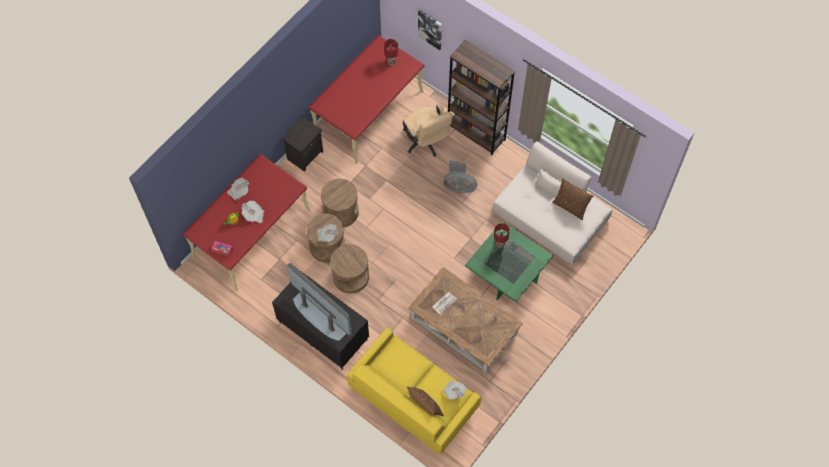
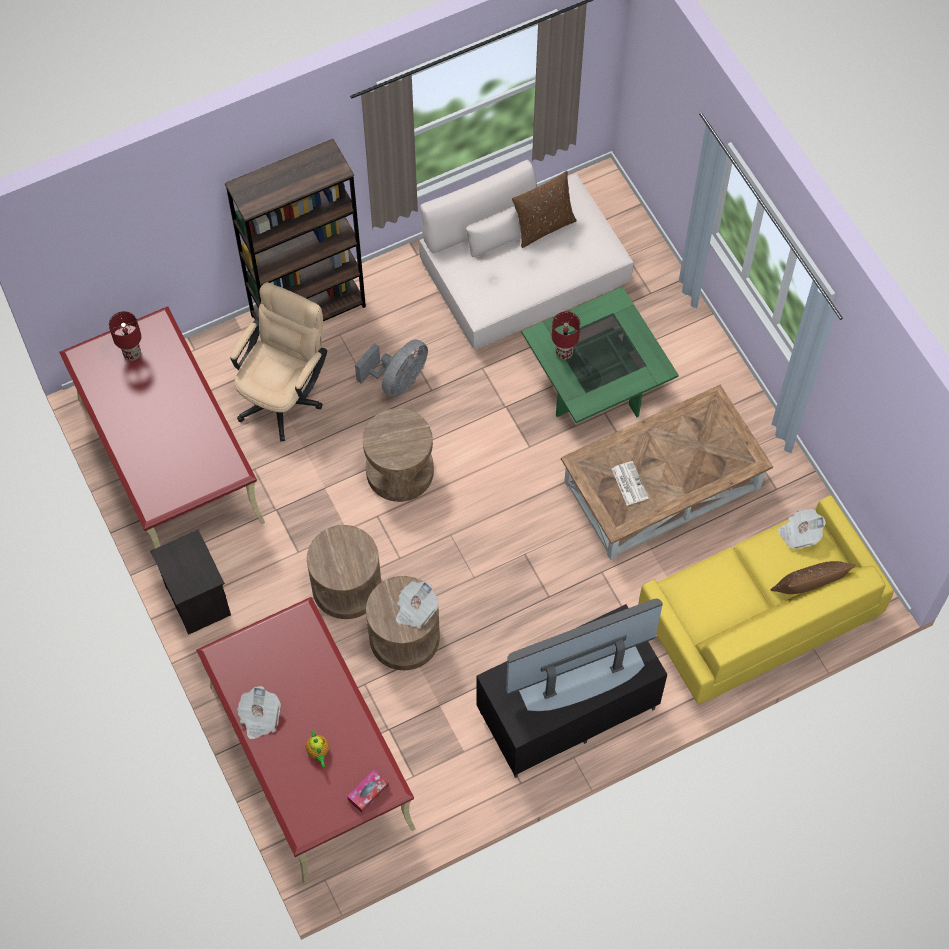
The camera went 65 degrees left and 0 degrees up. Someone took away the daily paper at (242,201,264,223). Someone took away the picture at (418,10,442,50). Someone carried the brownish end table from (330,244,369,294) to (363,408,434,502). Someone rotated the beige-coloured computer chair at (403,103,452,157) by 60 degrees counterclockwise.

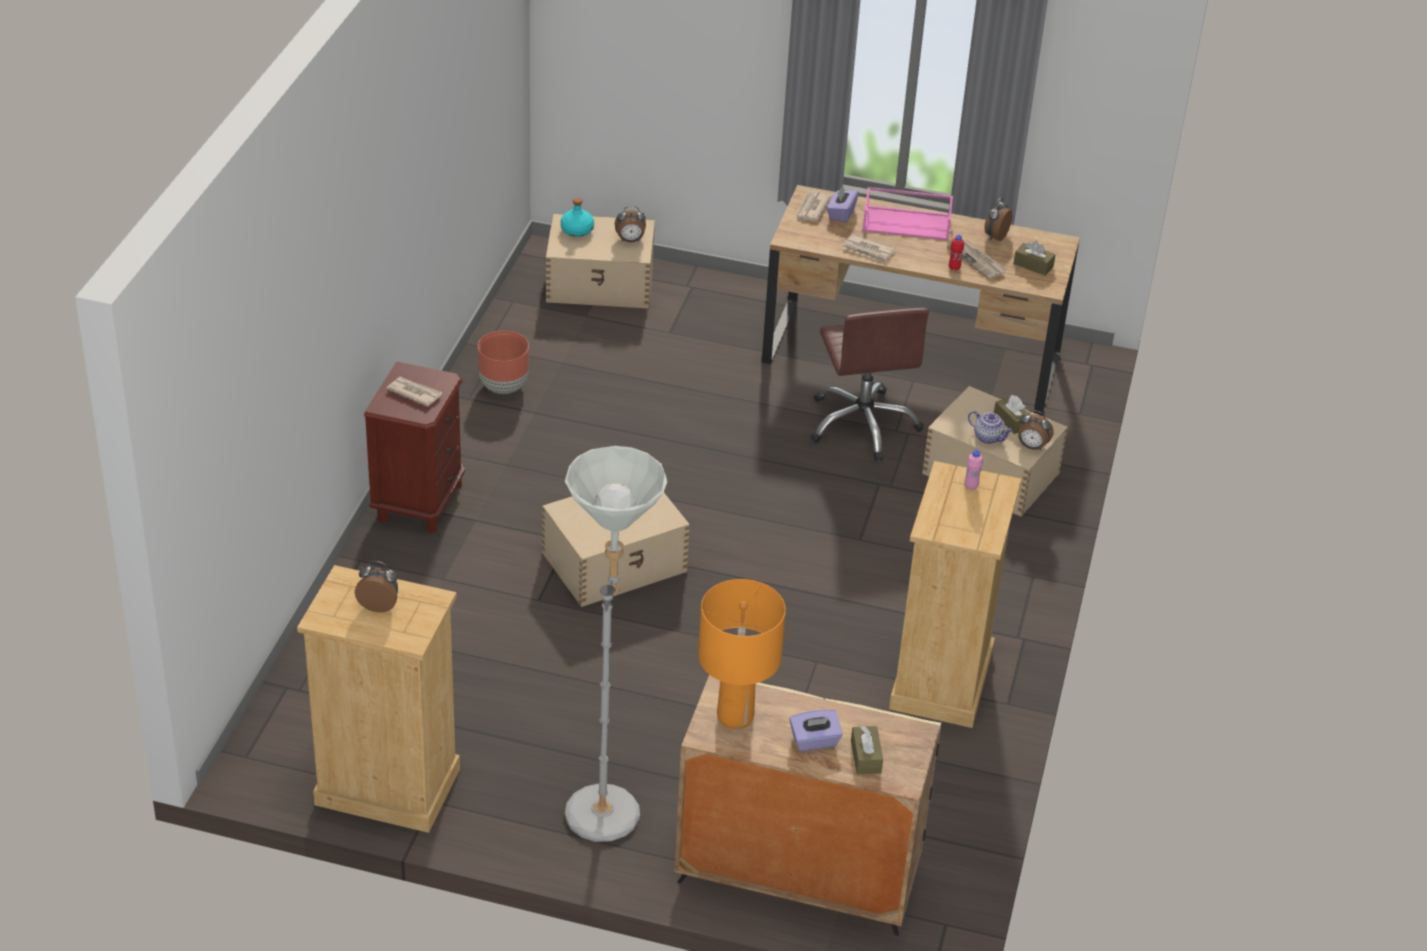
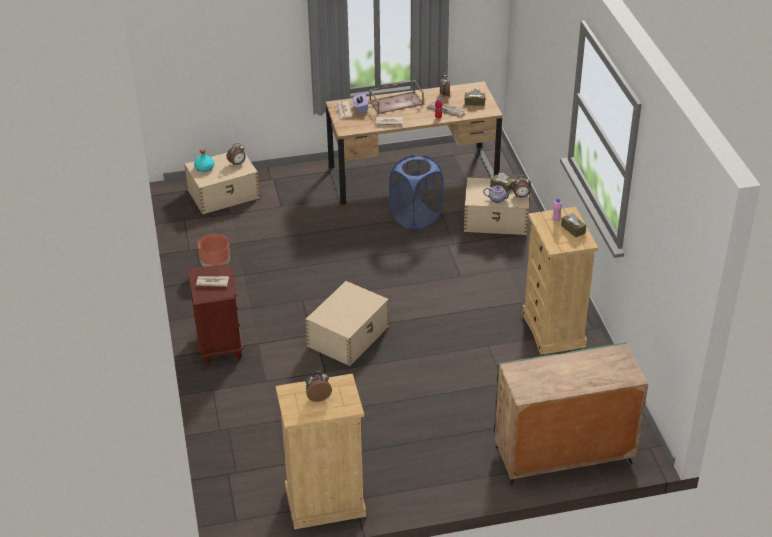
The camera went 25 degrees left and 0 degrees up. Someone took away the greyish standard lamp at (565,446,667,842). Someone took away the orange tabletop lamp at (698,579,786,729). Someone took away the purple-coloured box of tissues at (789,709,843,751). Someone carried the brownish box of tissues from (851,726,883,774) to (561,213,586,237). Someone swapped the brownish computer chair at (811,308,929,461) for the blue laundry basket at (389,156,444,230). Someone repainted the beige-coloured cabinet at (674,675,941,936), which became the greenish cabinet at (494,342,648,485). Someone repainted the pinkish serving tray at (862,187,953,240), which became the brownish serving tray at (369,80,424,114).

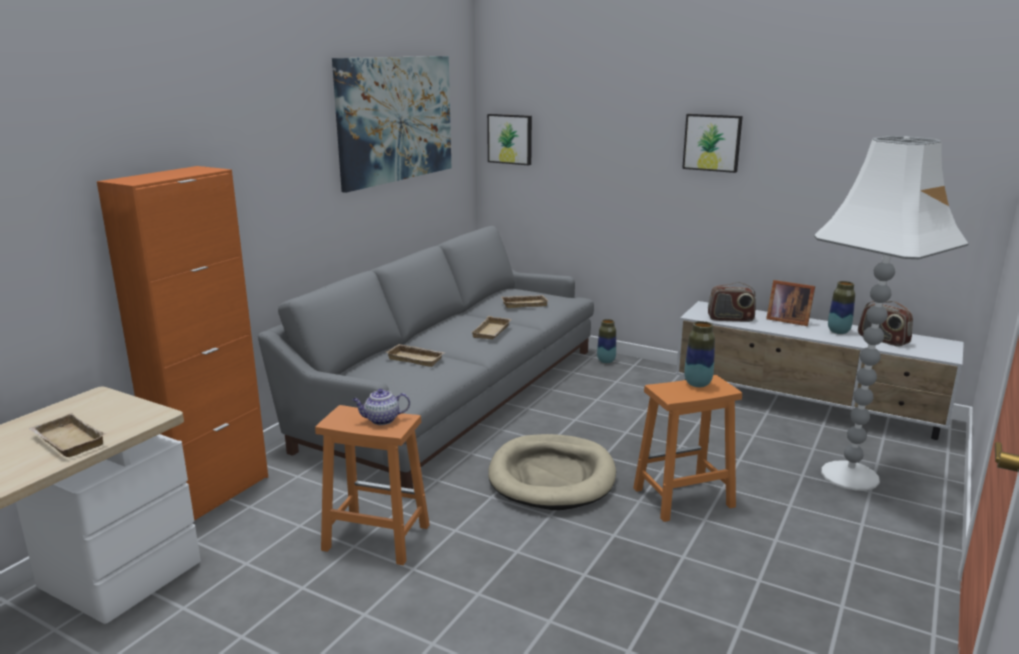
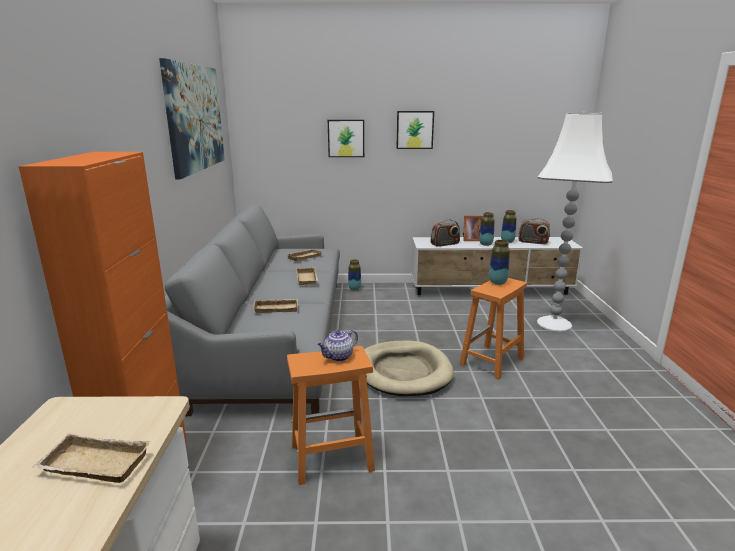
The camera went 30 degrees left and 0 degrees up. Someone put down the decorative vase at (479,212,494,246). Someone carried the picture from (487,114,532,165) to (328,120,364,157).

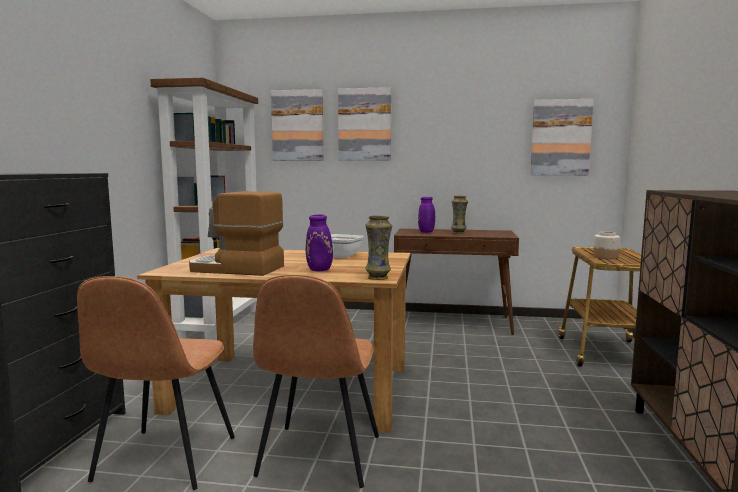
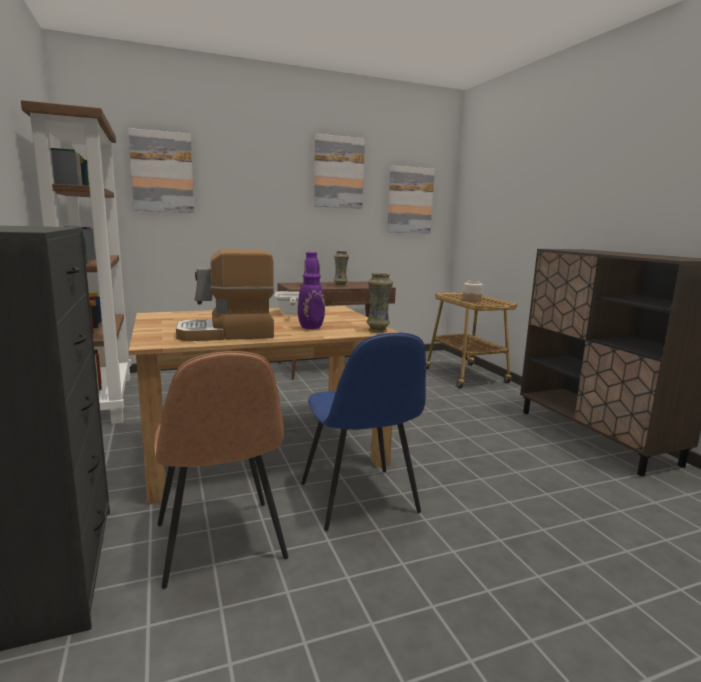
The camera went 30 degrees left and 5 degrees up. Someone carried the picture from (338,87,391,161) to (314,134,365,209). Someone repainted the brownish upright chair at (253,275,379,488), which became the blue upright chair at (301,333,426,531).

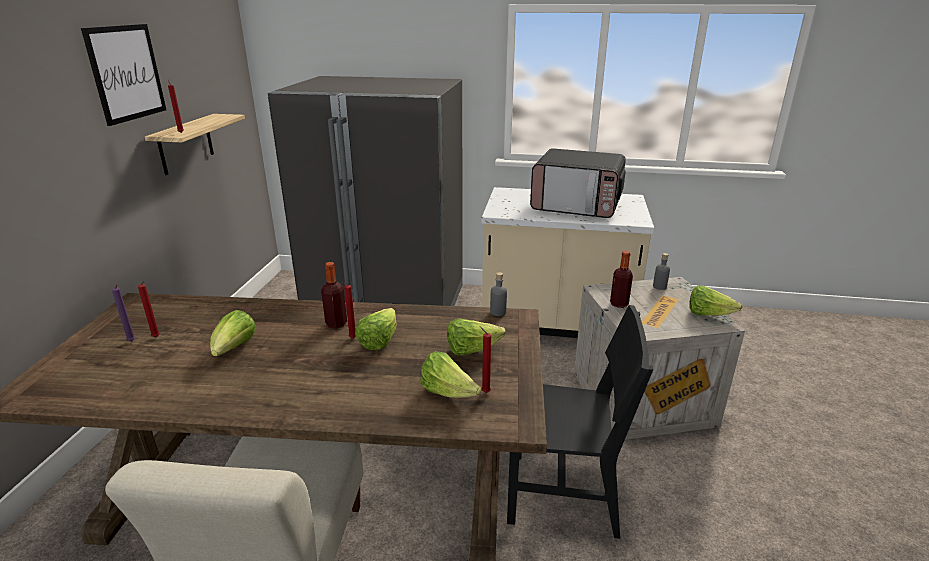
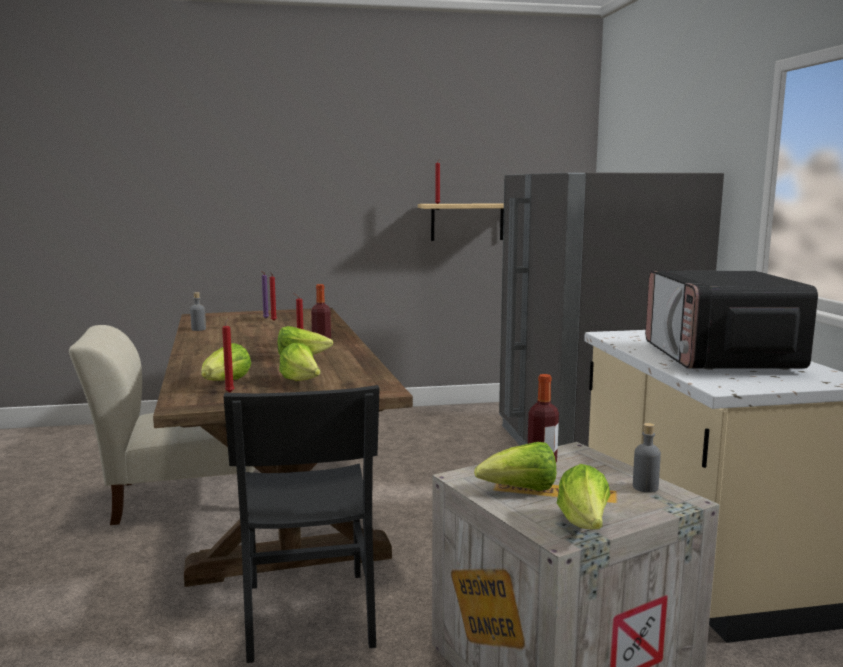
The camera went 70 degrees right and 15 degrees down. Someone took away the picture at (81,24,166,126). Someone carried the lettuce from (210,310,256,356) to (474,442,556,491). Someone carried the greyish beverage bottle from (490,272,507,316) to (190,292,206,331).

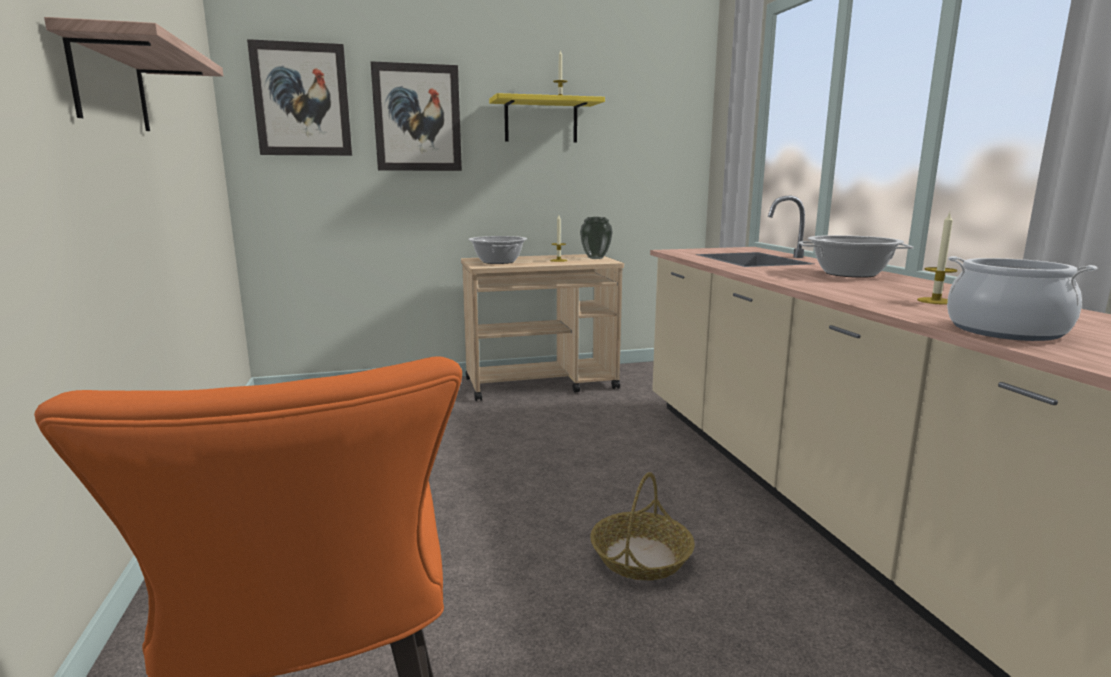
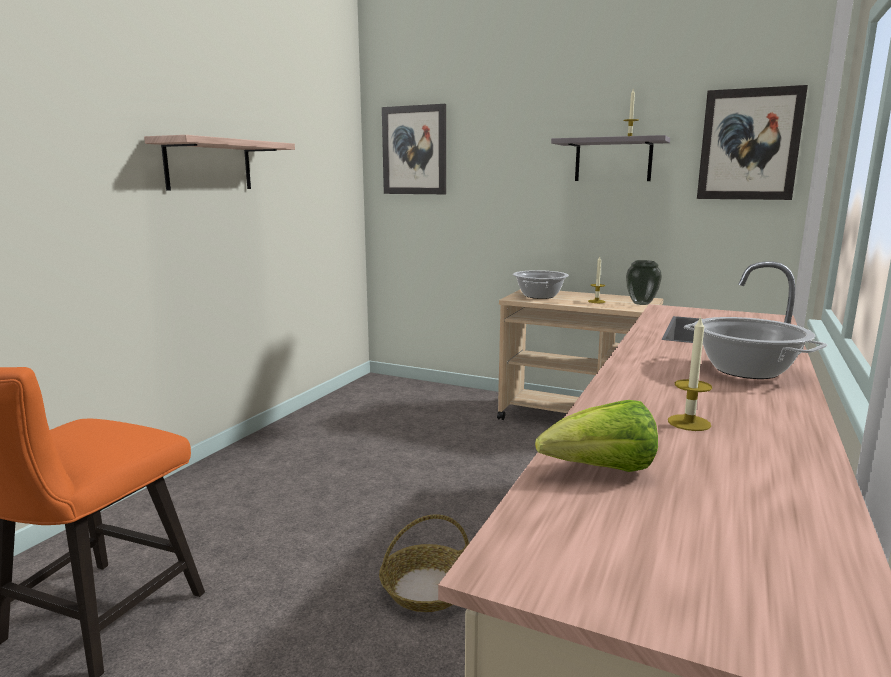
The camera went 40 degrees right and 0 degrees up. Someone carried the picture from (371,61,462,171) to (697,85,808,200). Someone swapped the cooking pot at (947,256,1097,341) for the lettuce at (535,400,658,472). Someone repainted the yellowish shelf at (489,93,605,143), which became the greyish shelf at (551,135,670,181).

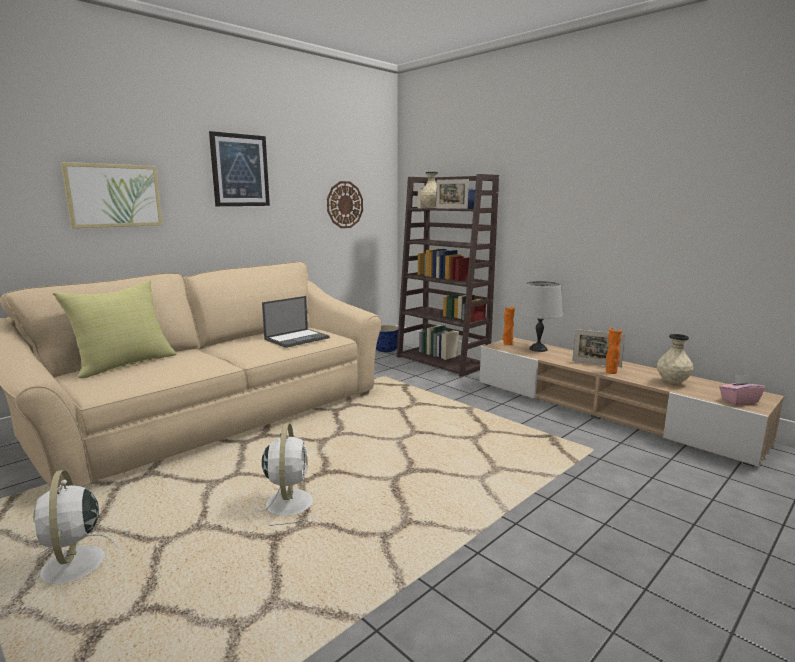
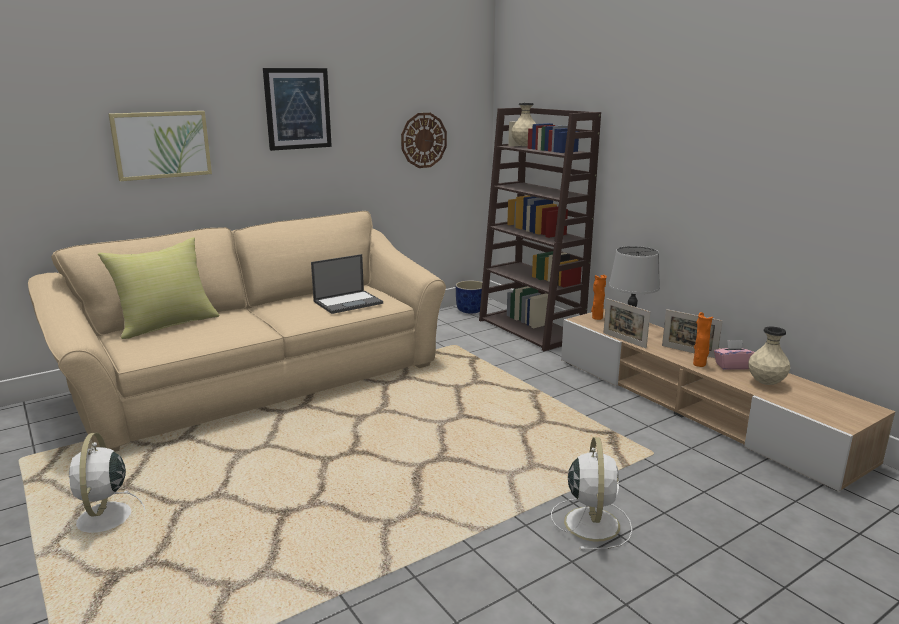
The camera went 10 degrees right and 5 degrees up. Someone carried the white-coloured fan from (254,423,319,526) to (551,437,632,551). Someone carried the standing frame from (436,179,469,209) to (603,298,650,348). Someone carried the pinkish box of tissues from (719,375,765,405) to (714,340,755,370).

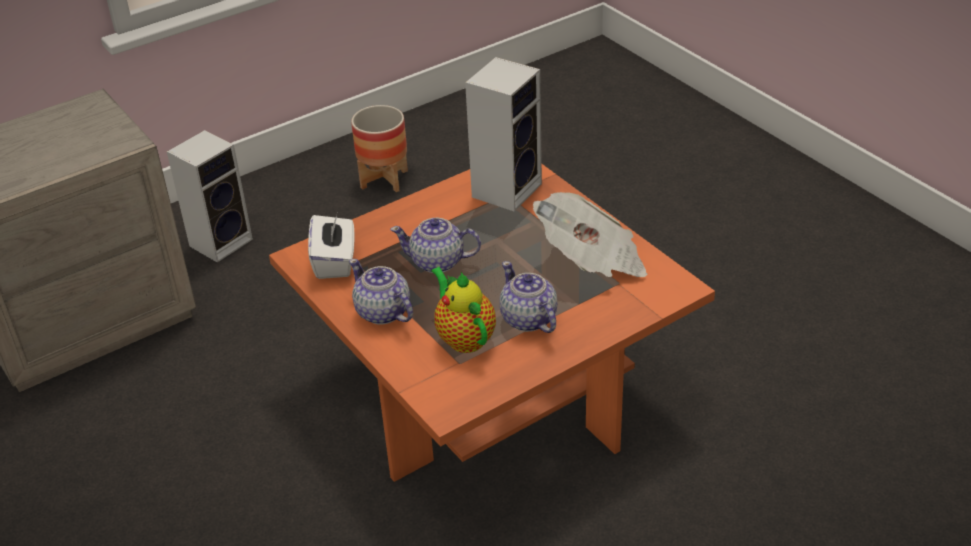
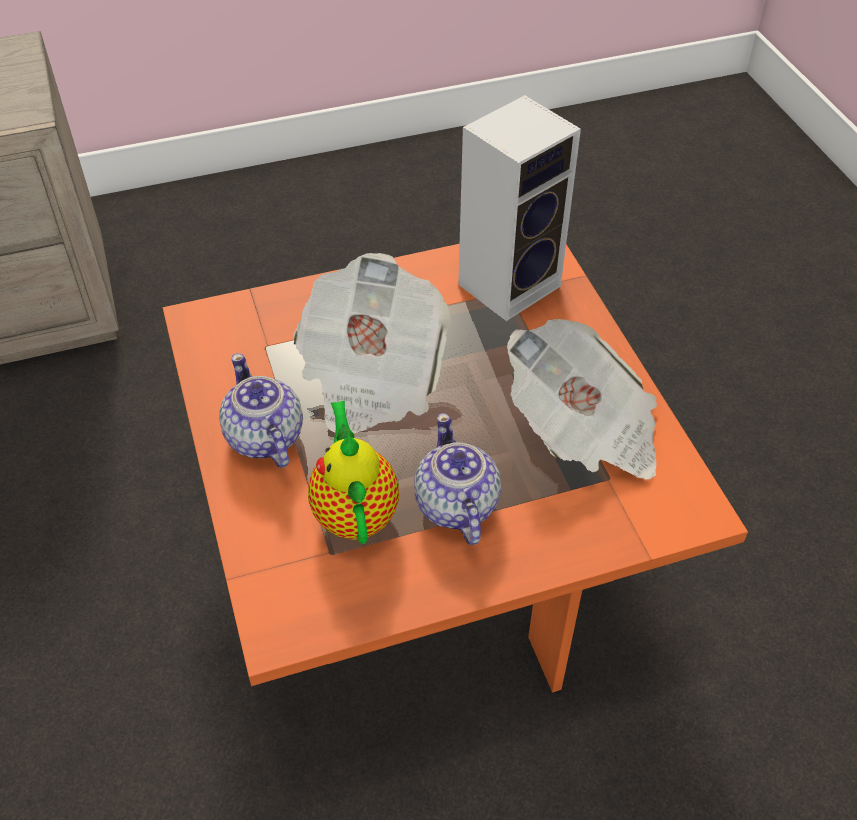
The camera went 15 degrees right and 10 degrees up. Someone took away the speaker at (167,130,253,263). Someone took away the white-coloured box of tissues at (308,215,354,279). Someone took away the plant pot at (351,105,408,192). Someone swapped the tea pot at (390,218,481,273) for the daily paper at (293,253,451,433).

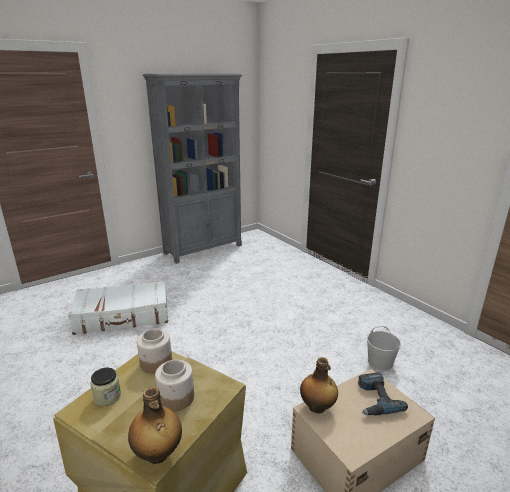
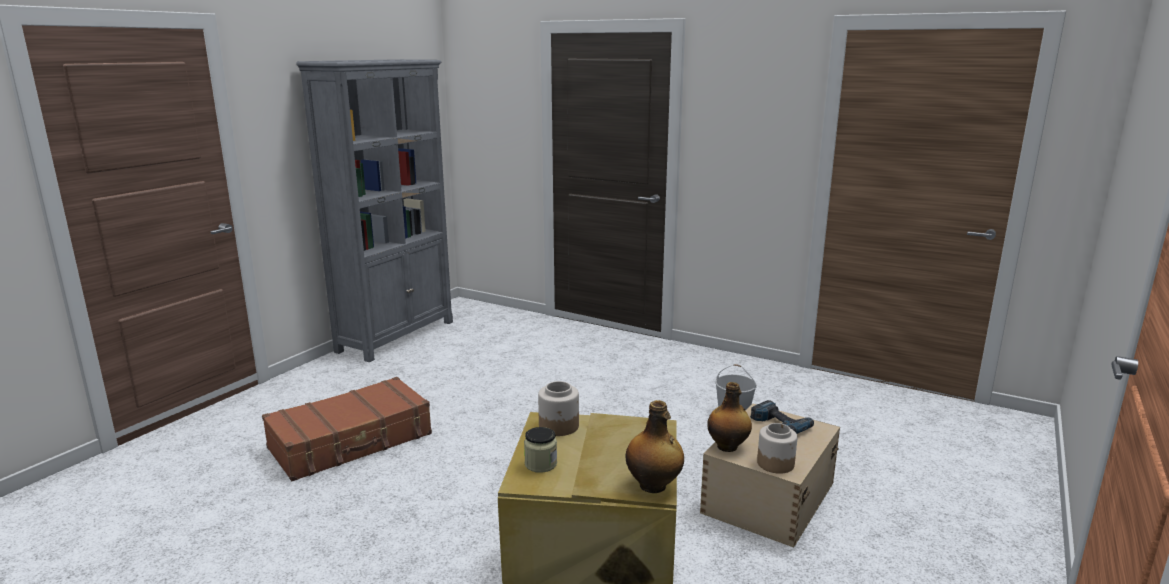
The camera went 25 degrees left and 5 degrees down. Someone carried the storage jar from (155,360,194,412) to (757,423,797,474). Someone repainted the white-coloured travel case at (68,280,168,335), which became the brownish travel case at (262,377,432,481).

